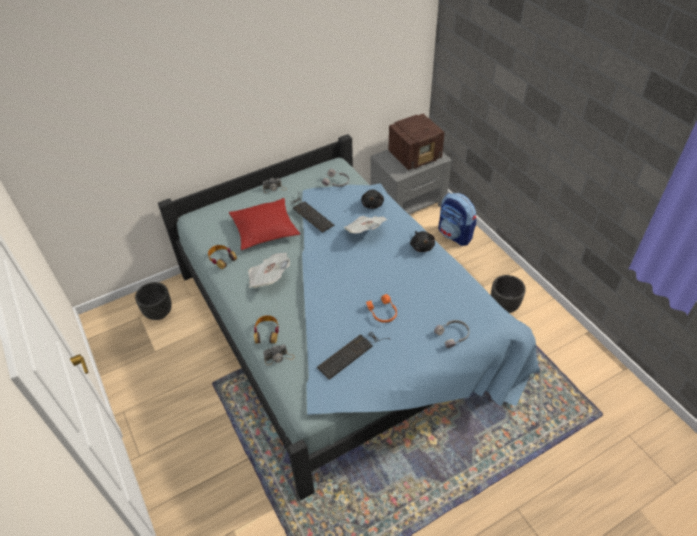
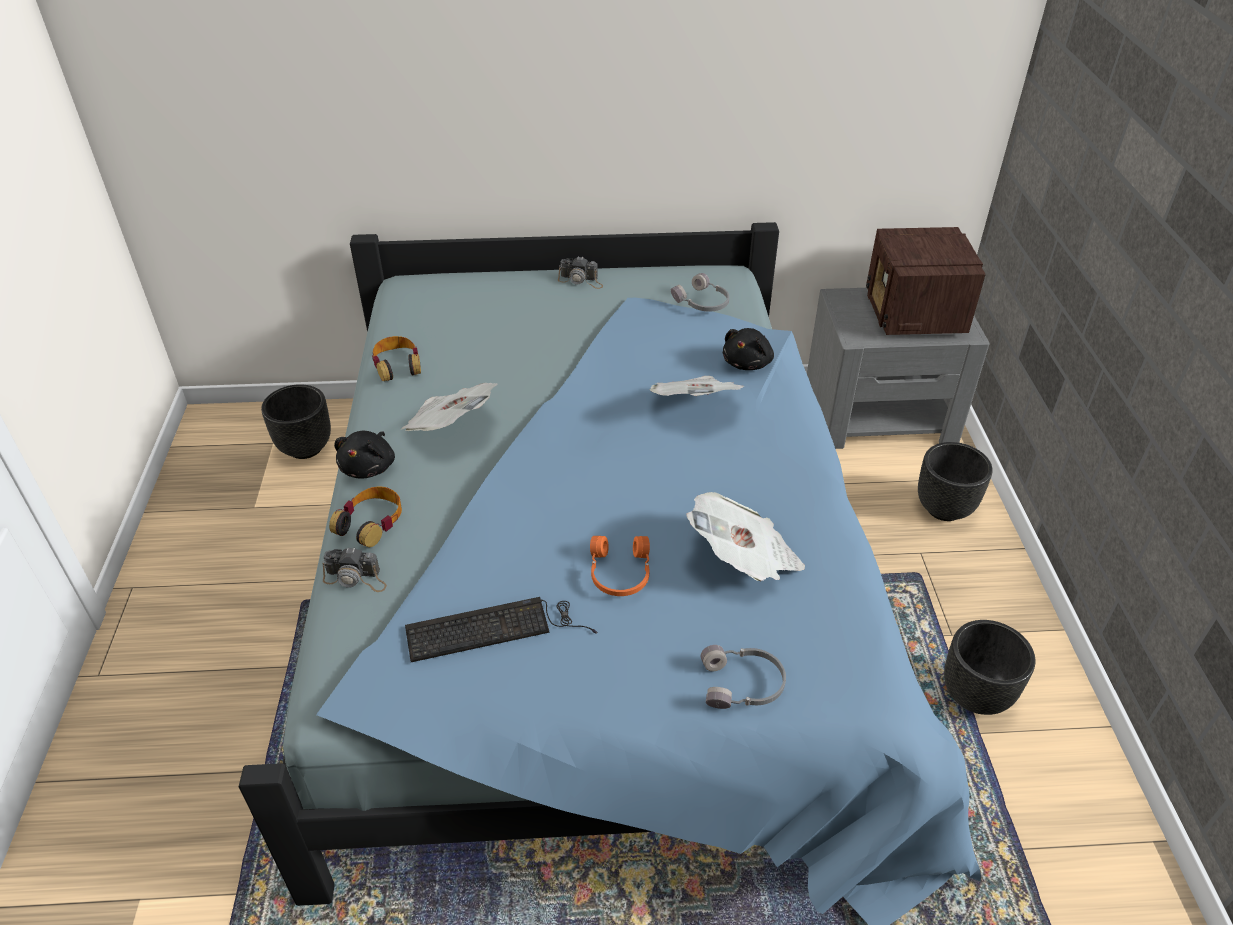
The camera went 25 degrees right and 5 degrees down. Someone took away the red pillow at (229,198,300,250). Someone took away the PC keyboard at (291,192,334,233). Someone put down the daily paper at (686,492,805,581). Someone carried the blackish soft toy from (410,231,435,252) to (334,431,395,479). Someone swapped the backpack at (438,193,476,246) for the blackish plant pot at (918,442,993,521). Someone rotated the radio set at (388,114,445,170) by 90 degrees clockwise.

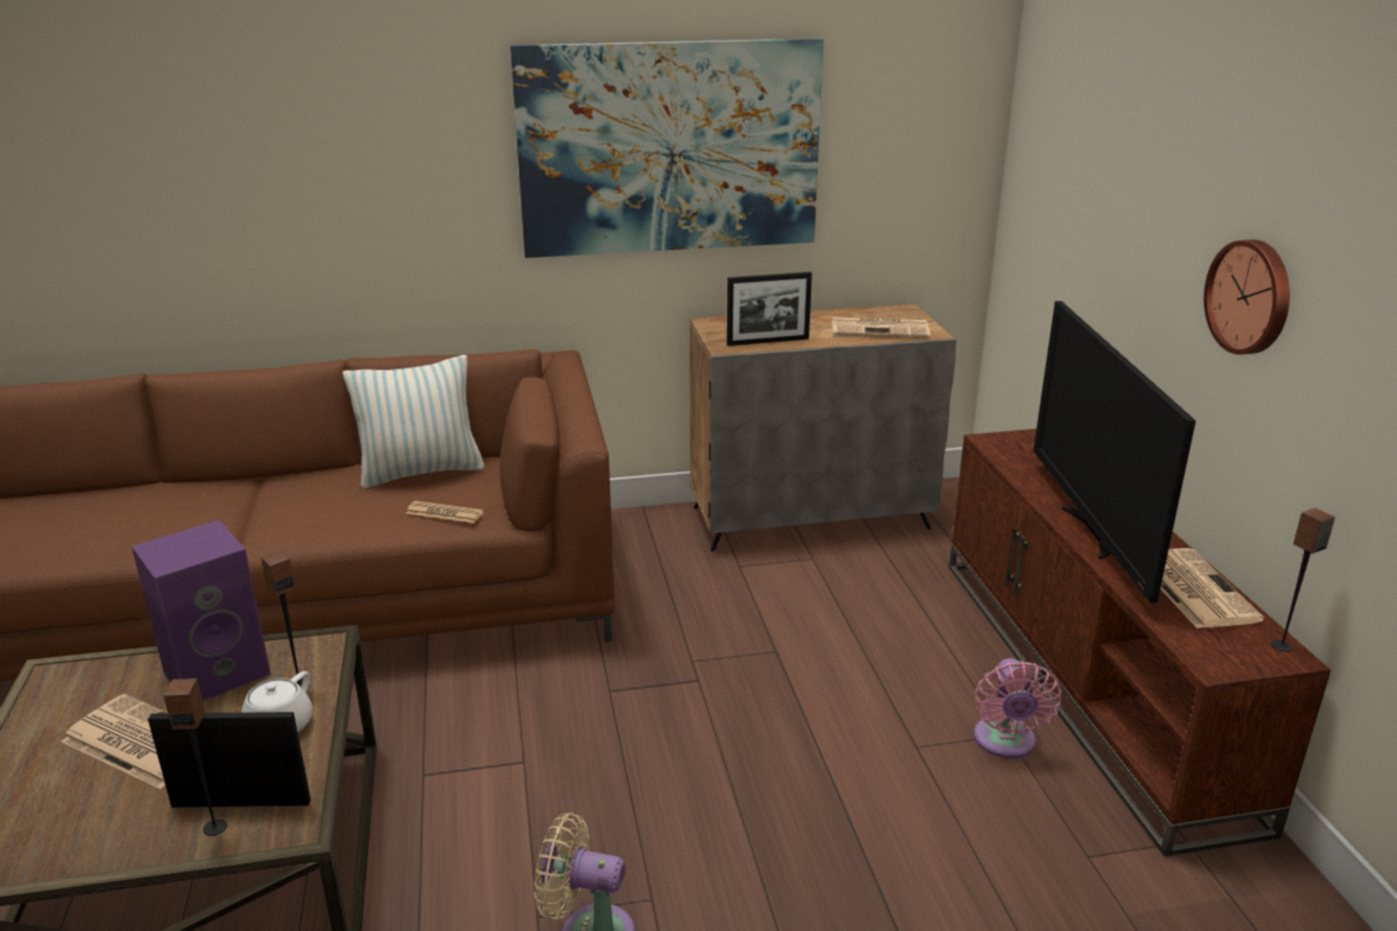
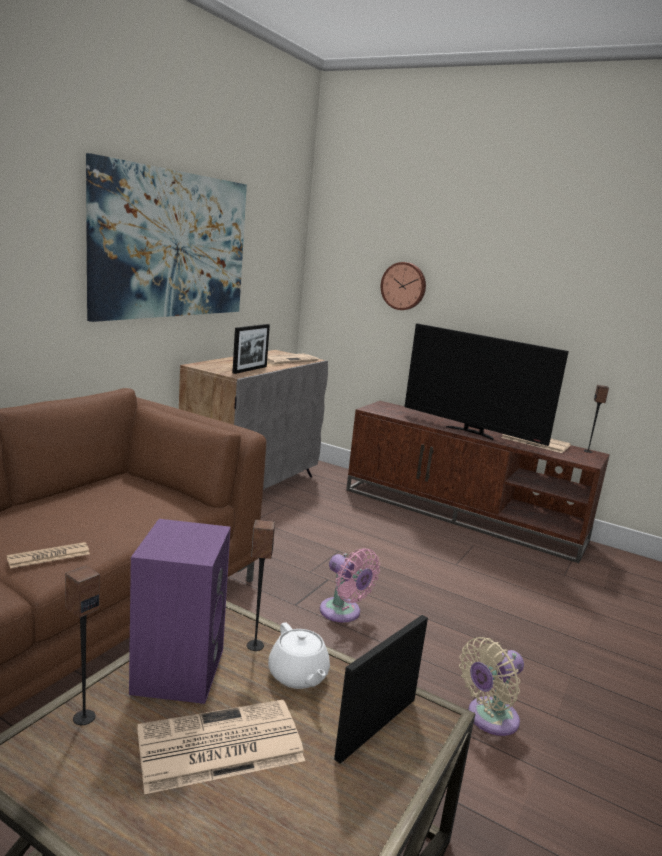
The camera went 50 degrees left and 10 degrees down. Someone took away the pillow at (343,355,485,489). Someone carried the speaker from (163,678,227,836) to (65,566,100,725). Someone carried the daily paper from (406,501,484,523) to (7,542,90,568). Someone carried the pinkish fan from (974,658,1062,759) to (320,548,380,623). Someone carried the clock on the wall from (1204,240,1290,355) to (381,262,426,310).

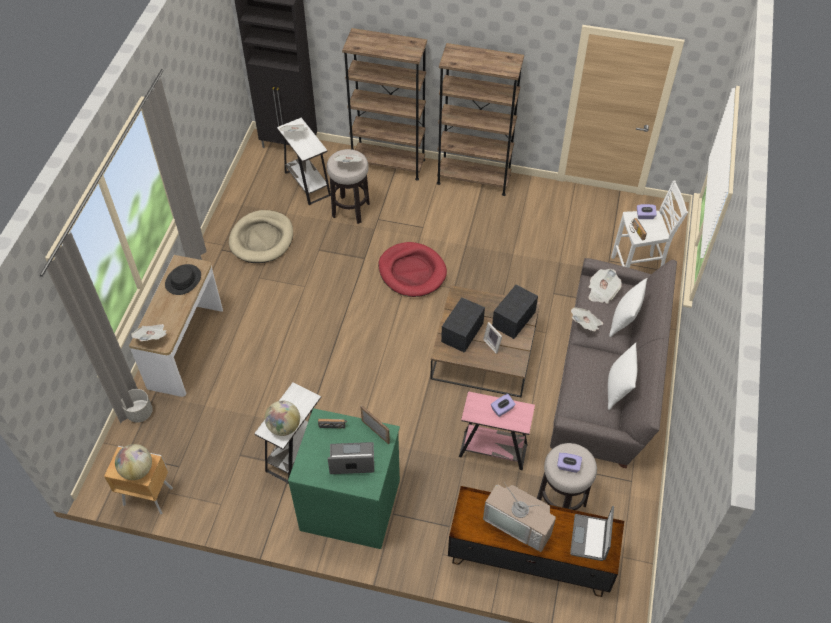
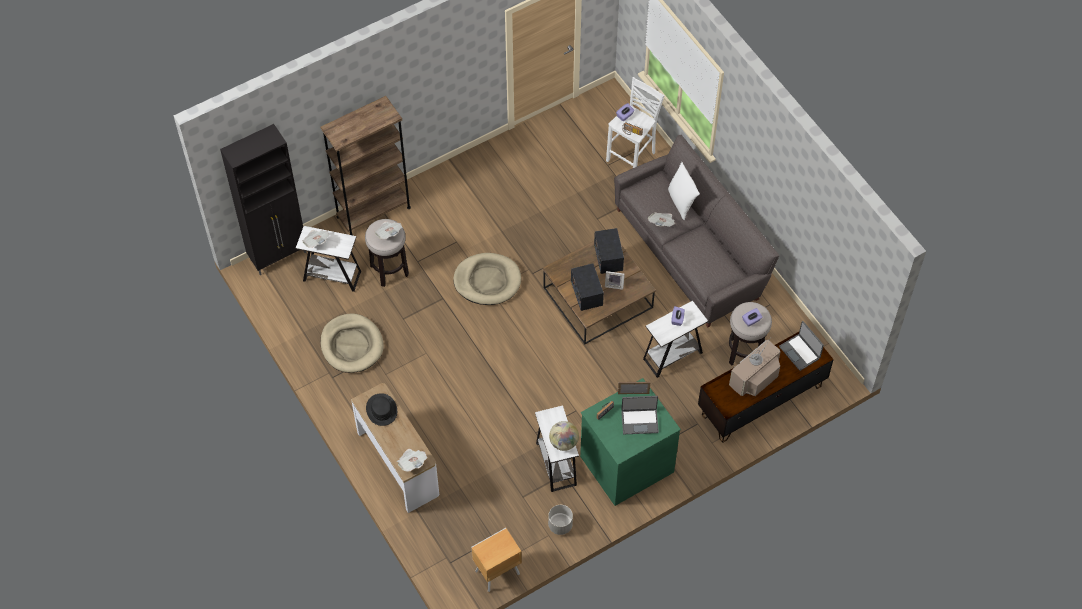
The camera went 45 degrees left and 5 degrees up. Someone took away the desk globe at (115,444,152,480). Someone took away the brownish bookshelf at (437,43,524,196). Someone took away the daily paper at (588,269,622,304). Someone took away the white-coloured pillow at (608,343,637,410). Someone carried the greyish plant pot from (121,389,153,422) to (548,505,573,535). Someone repainted the red dog cushion at (378,242,447,297), which became the beige-coloured dog cushion at (453,253,521,305). Someone repainted the pinkish end table at (459,391,535,470), which became the white-coloured end table at (643,301,708,378). Someone rotated the portable computer at (328,442,374,474) by 135 degrees counterclockwise. Someone rotated the TV set at (483,483,556,552) by 150 degrees clockwise.

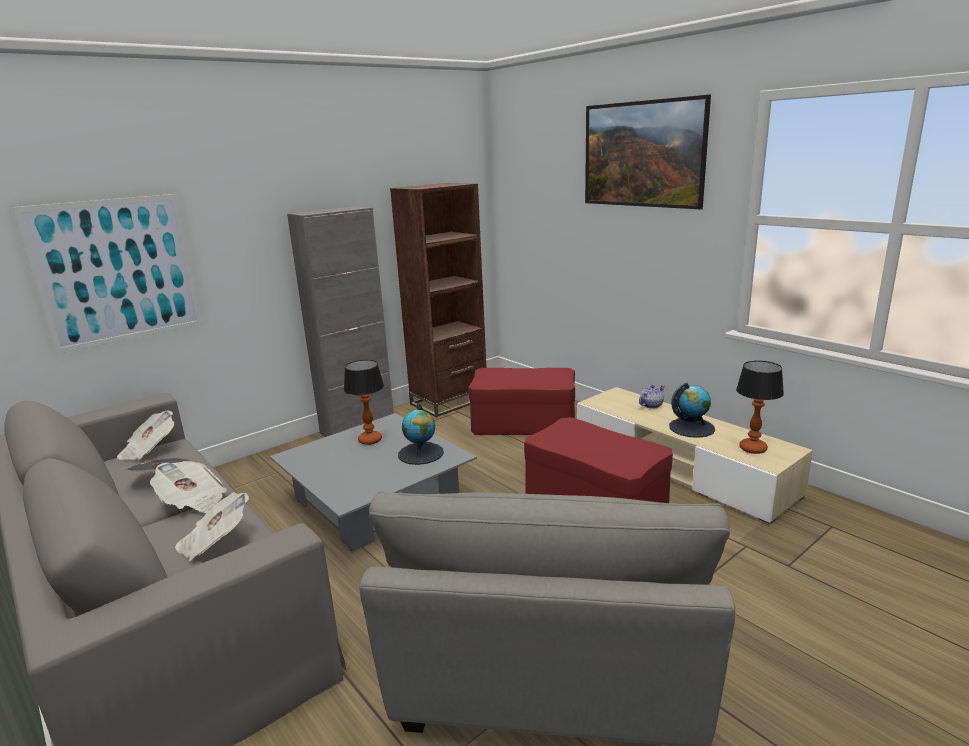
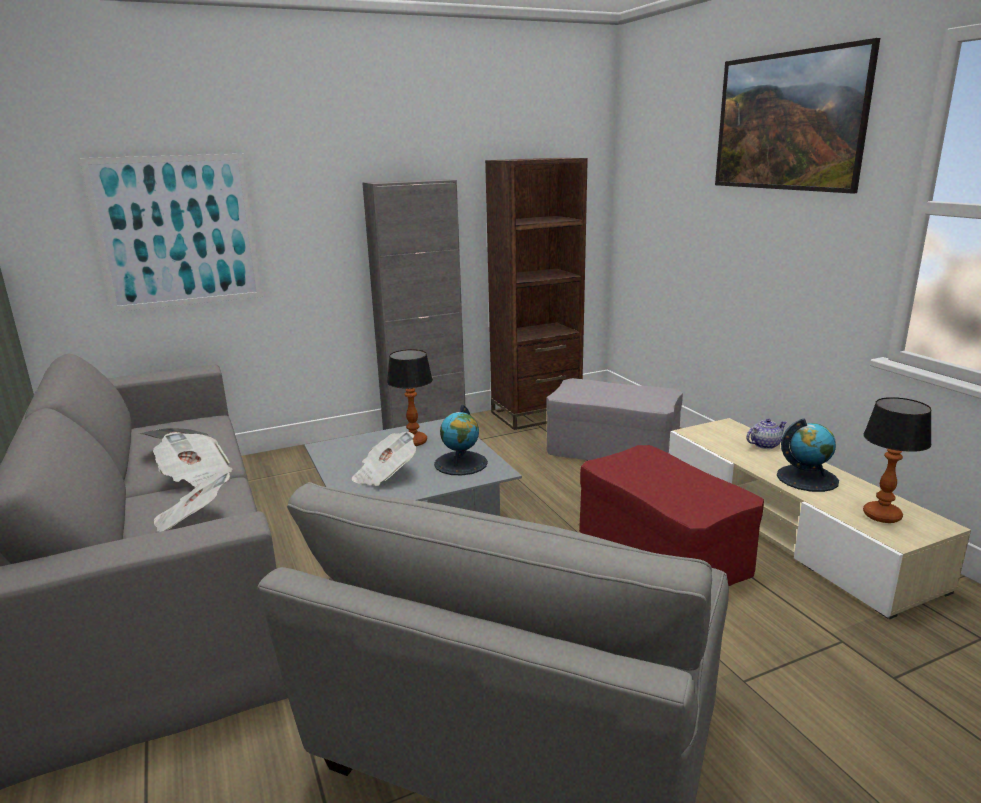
The camera went 15 degrees right and 0 degrees up. Someone carried the daily paper from (117,411,175,460) to (352,432,416,486). Someone repainted the red footrest at (468,368,575,435), which became the greyish footrest at (546,378,683,460).

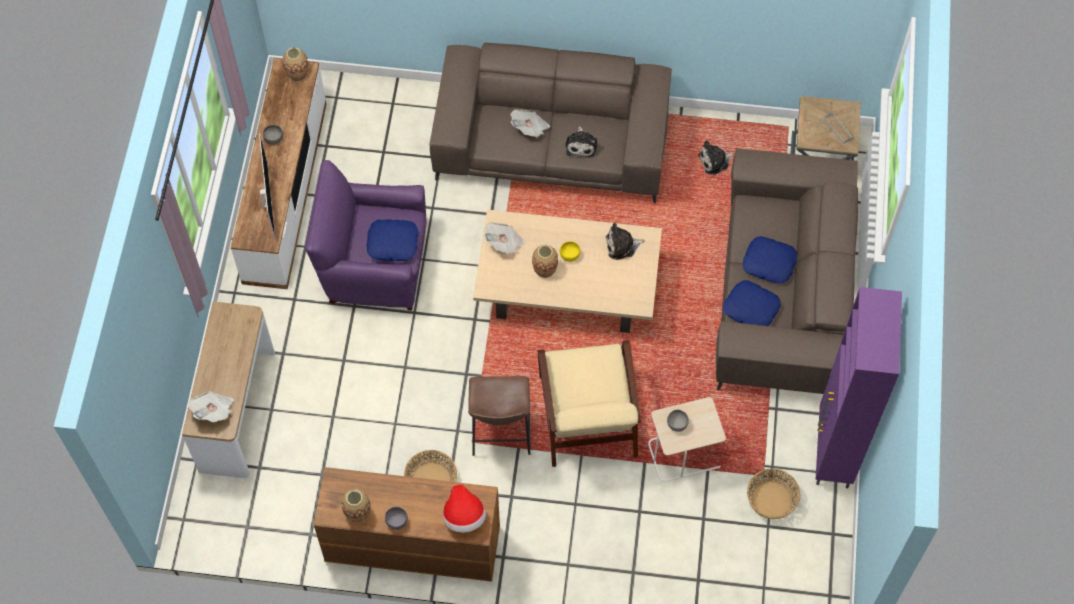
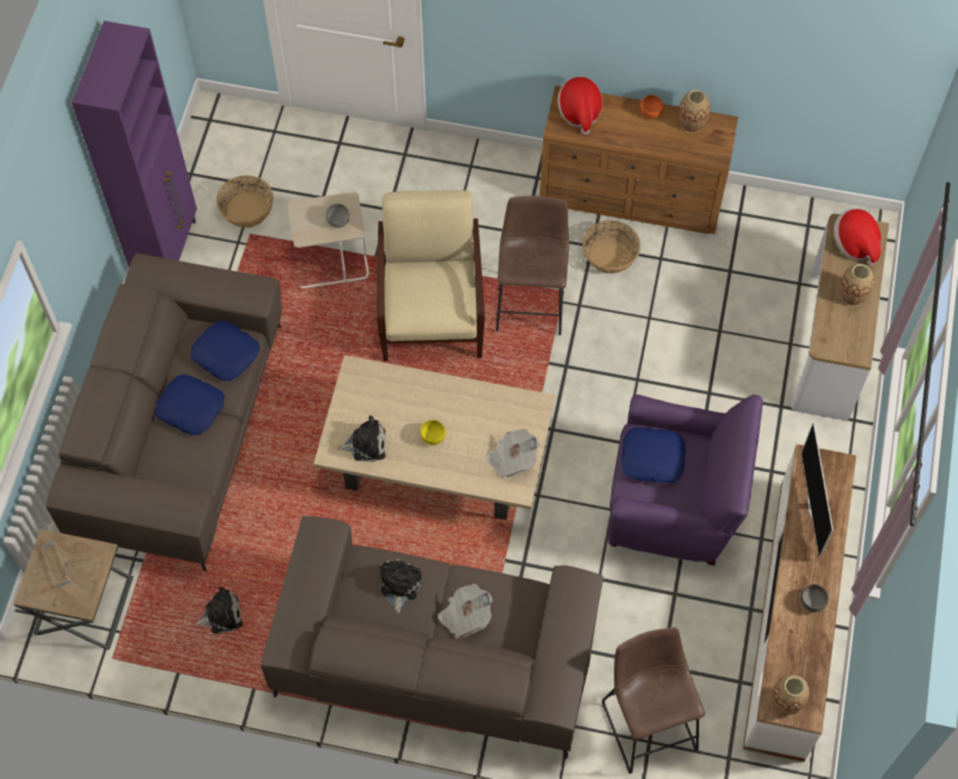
The camera went 175 degrees left and 0 degrees up. Someone put down the brownish stool at (602,627,705,774). Someone carried the decorative vase from (532,245,558,278) to (840,264,874,306). Someone swapped the daily paper at (188,391,234,422) for the hat at (834,208,881,266). Someone repainted the greyish bowl at (385,507,408,530), which became the orange bowl at (640,95,664,119).

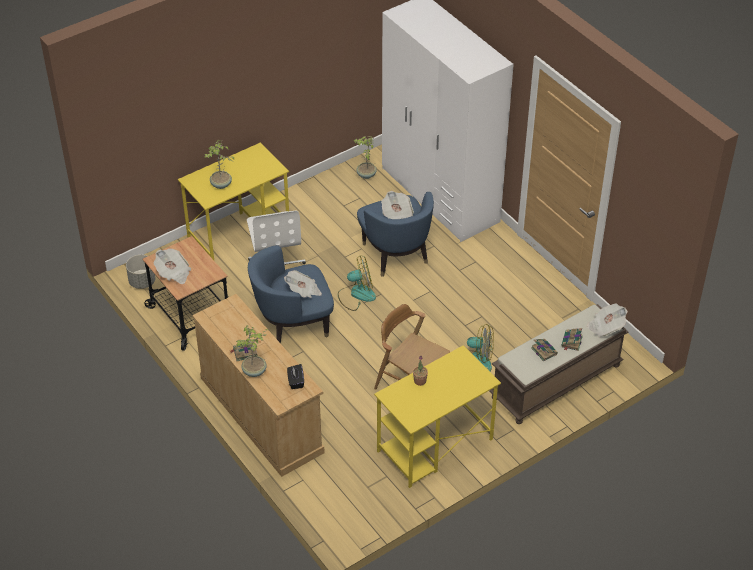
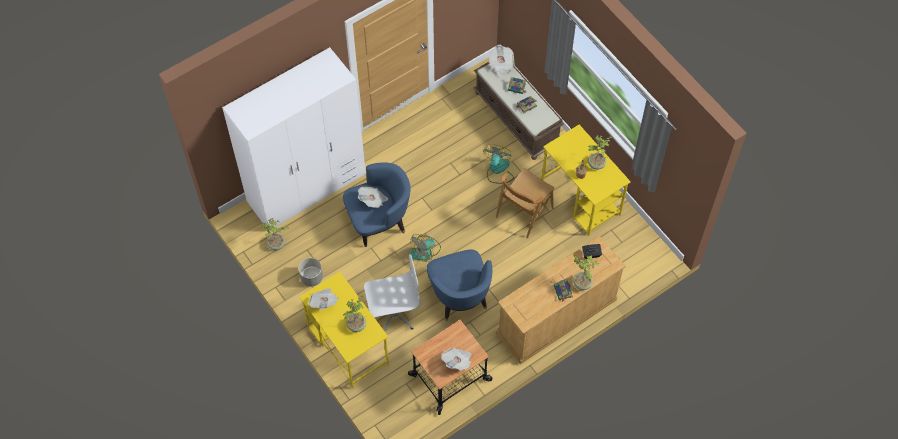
The camera went 90 degrees left and 15 degrees up. Someone put down the plant in a pot at (588,135,612,170). Someone carried the greyish plant pot from (126,255,155,289) to (298,258,323,286). Someone carried the daily paper from (284,270,322,298) to (308,288,339,310). Someone rotated the fan at (338,256,376,311) by 120 degrees counterclockwise.

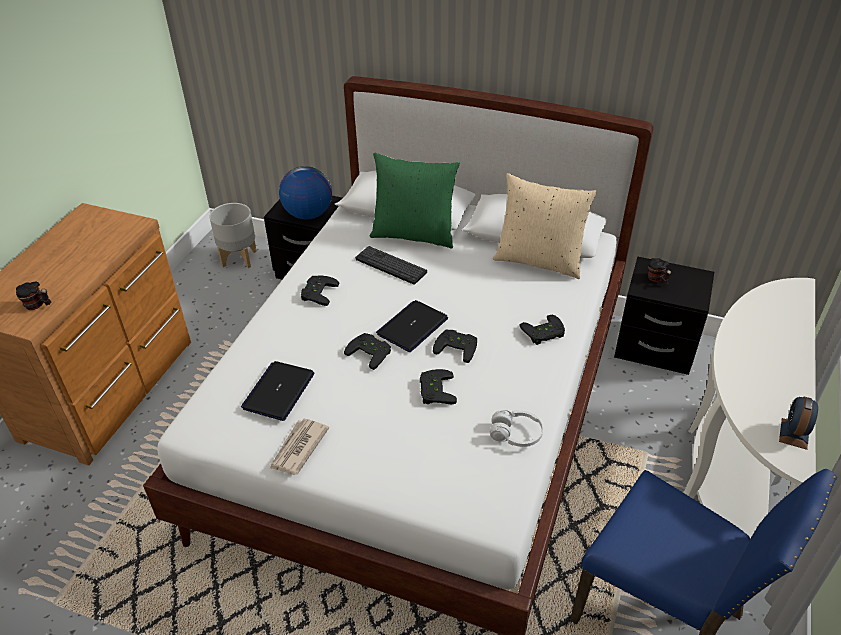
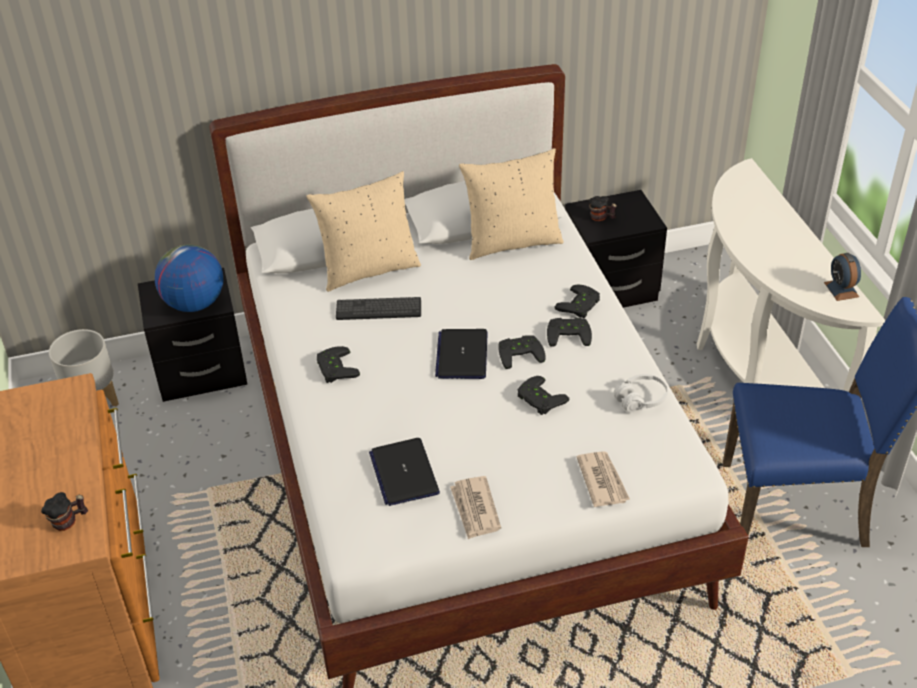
The camera went 35 degrees left and 0 degrees up. Someone put down the daily paper at (577,451,630,507). Someone carried the blackish game controller from (344,333,391,370) to (547,318,592,347). Someone repainted the greenish pillow at (370,153,460,249), which became the beige-coloured pillow at (306,171,421,292).

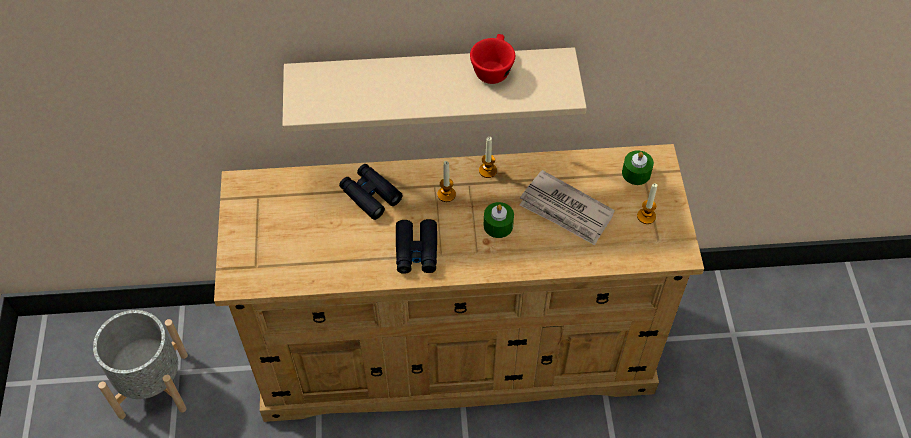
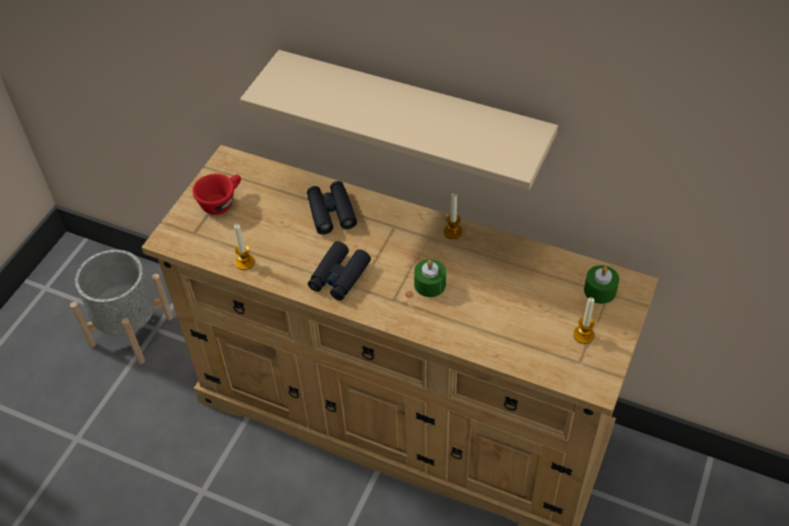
The camera went 30 degrees right and 5 degrees down. Someone took away the daily paper at (520,170,615,245). Someone carried the candle from (437,161,456,202) to (234,224,255,270). Someone carried the red small cup from (470,34,515,84) to (193,174,241,215).

